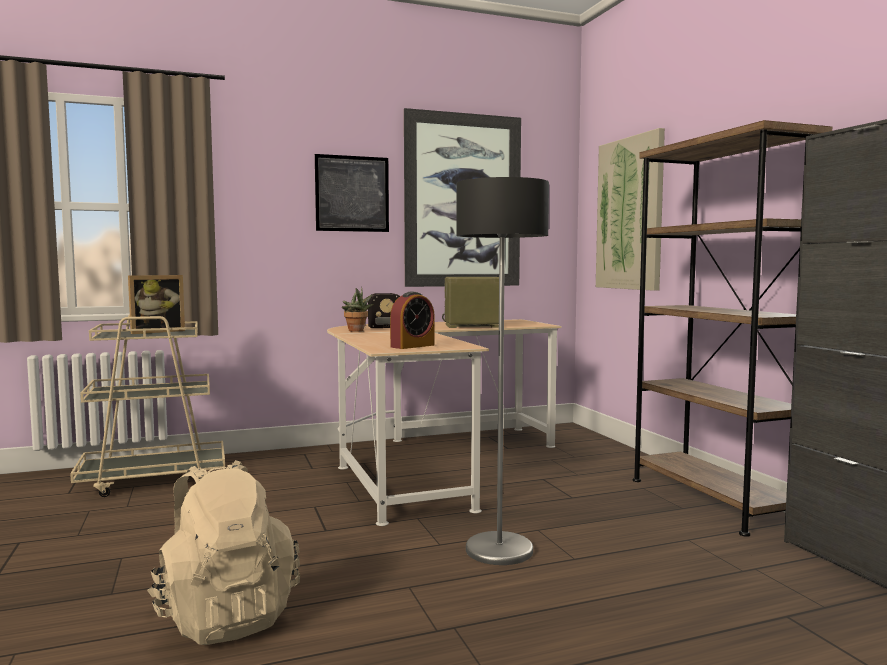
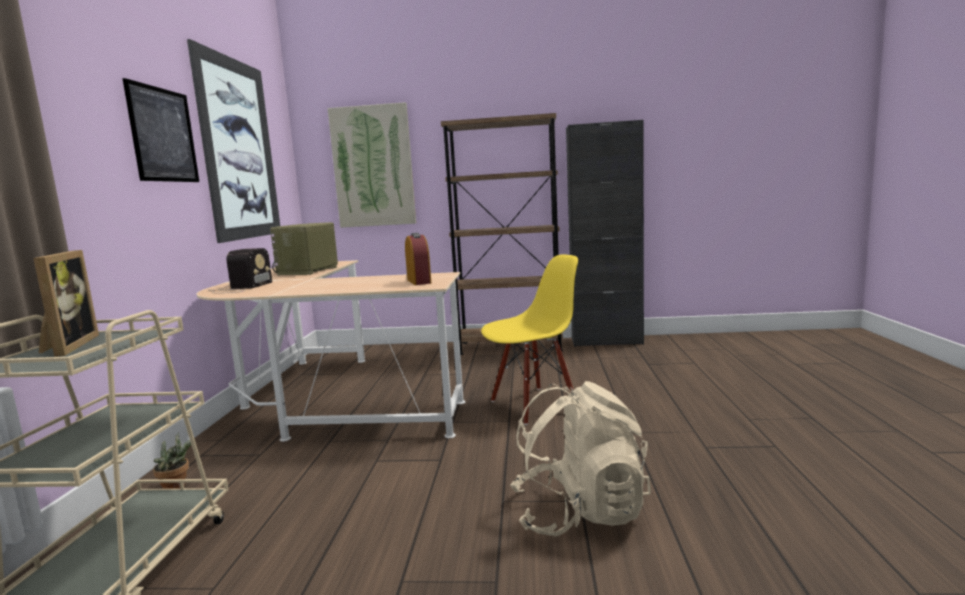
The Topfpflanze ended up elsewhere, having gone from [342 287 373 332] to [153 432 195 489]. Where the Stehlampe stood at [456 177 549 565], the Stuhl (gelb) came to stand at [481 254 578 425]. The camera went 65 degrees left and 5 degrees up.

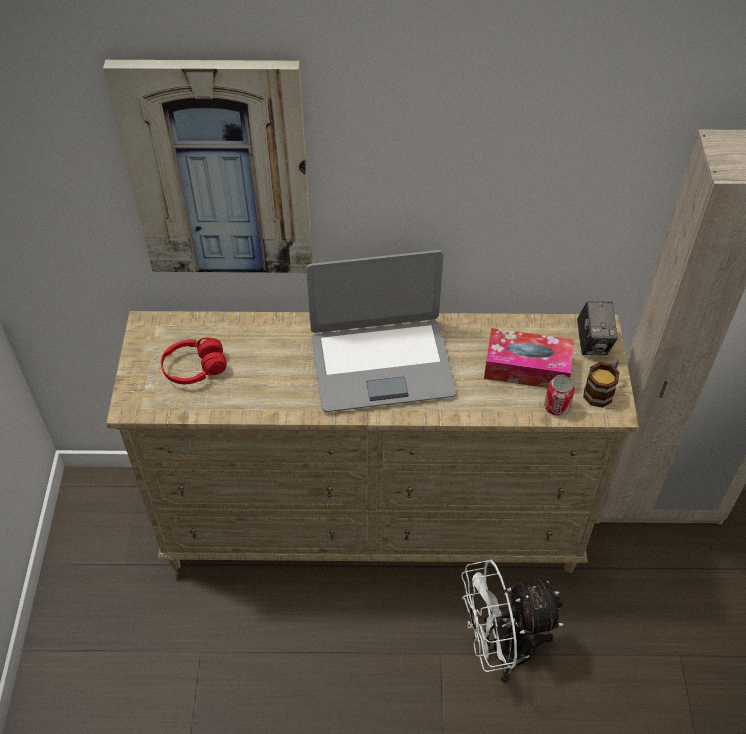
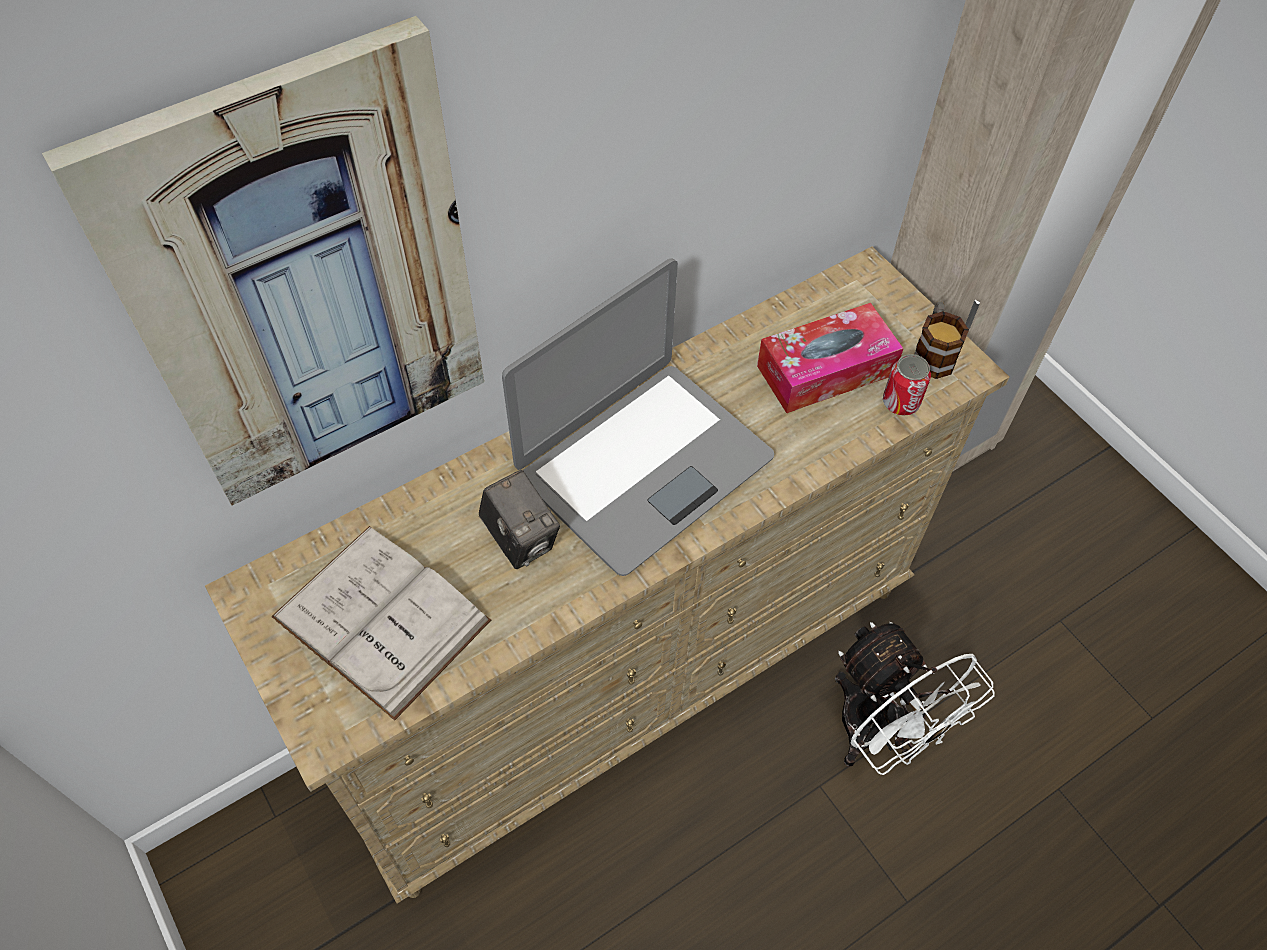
Where the Kopfhörer (rot) stood at [161 337 227 384], the Buch (weiß) came to stand at [271 526 491 721]. The Kamera ended up elsewhere, having gone from [577 301 618 355] to [479 470 560 569]. The Ventilator (weiß) at [461 560 563 683] ended up facing another way, 75 degrees counterclockwise from before. The camera went 35 degrees left and 5 degrees up.

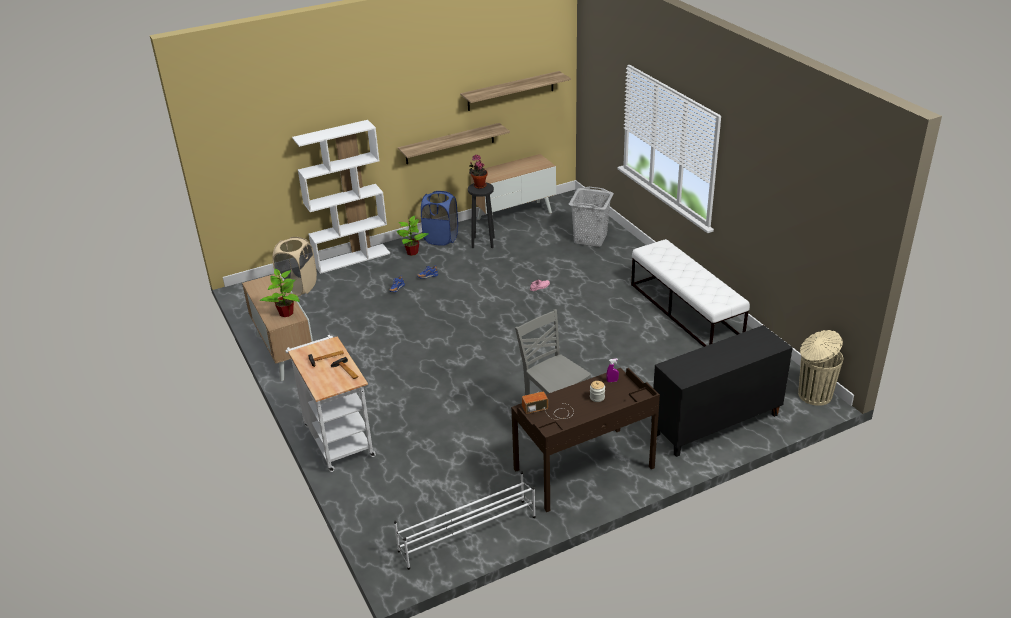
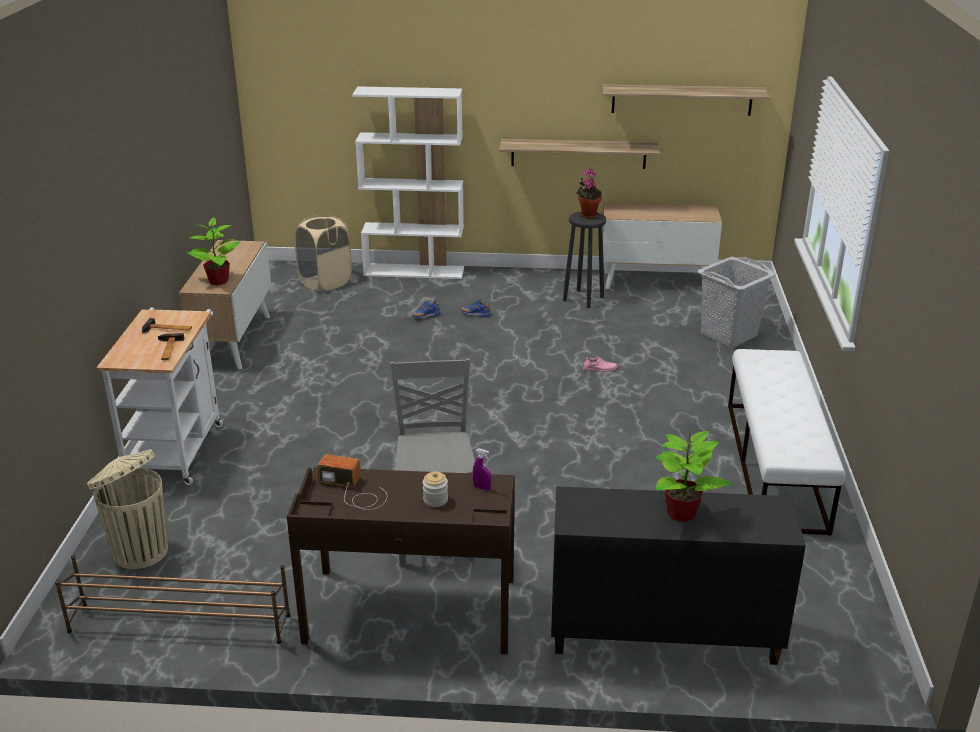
What was the Schuhregal (weiß) at [394 471 536 570] turned into the Schuhregal (braun) at [55 556 290 644]. The Mülleimer (beige) ended up elsewhere, having gone from [798 330 843 406] to [87 449 168 569]. The Topfpflanze ended up elsewhere, having gone from [397 216 429 256] to [655 431 732 522]. The second view lost the Wäschekorb (blau) at [421 191 458 246]. The camera went 30 degrees right and 5 degrees down.

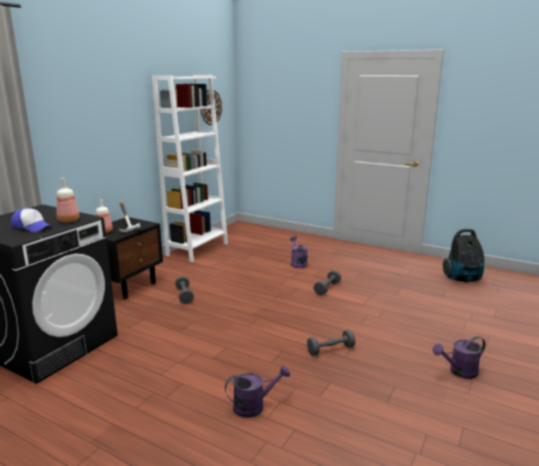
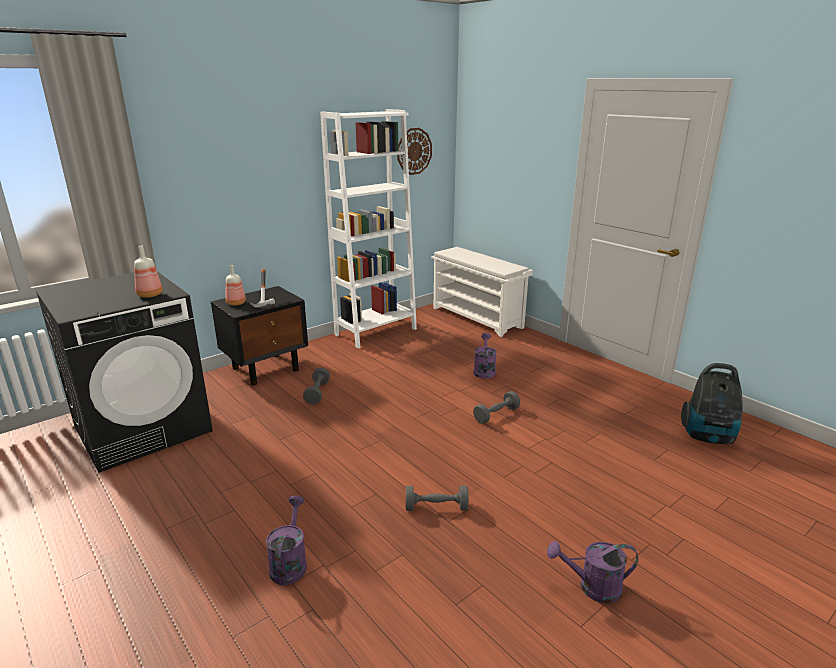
The Gießkanne (lila) at [225 365 290 418] ended up facing another way, 90 degrees counterclockwise from before. The second view gained the Schuhregal (weiß) at [431 247 533 337]. The second view lost the Kappe at [11 208 52 232]. The camera went 20 degrees right and 5 degrees up.

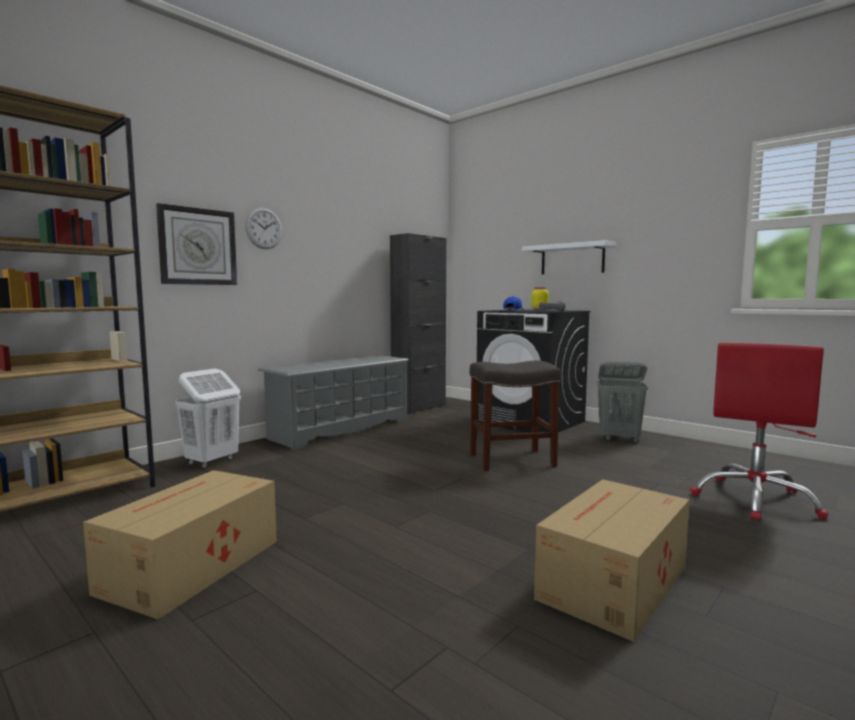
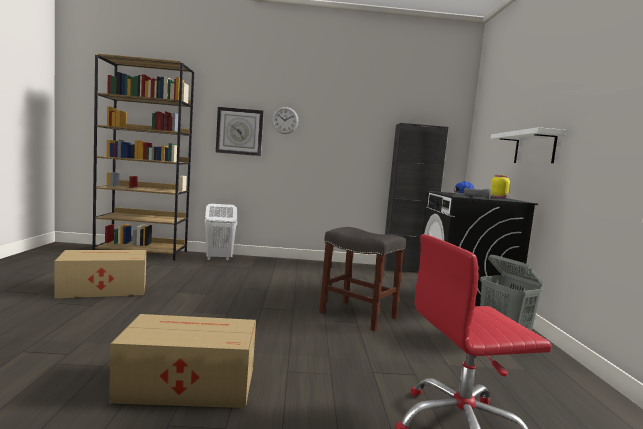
The second view lost the Schuhregal (grau) at [258 355 409 450]. The camera went 45 degrees right and 0 degrees up.

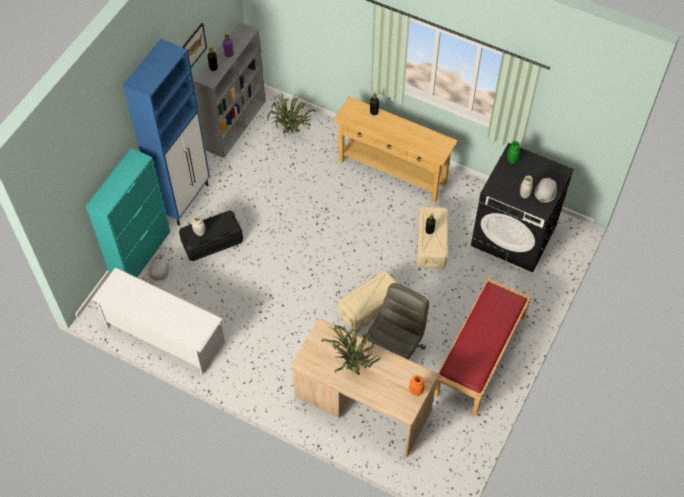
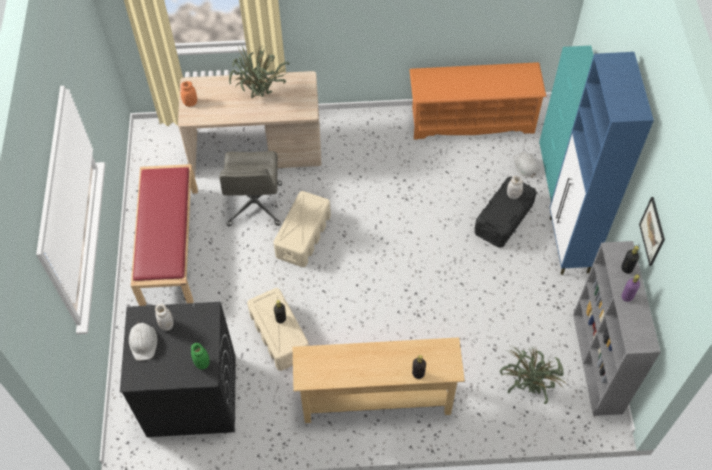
What was the Schuhregal (weiß) at [92 267 225 375] turned into the Schuhregal (orange) at [409 62 547 140]. The camera went 150 degrees right and 0 degrees up.

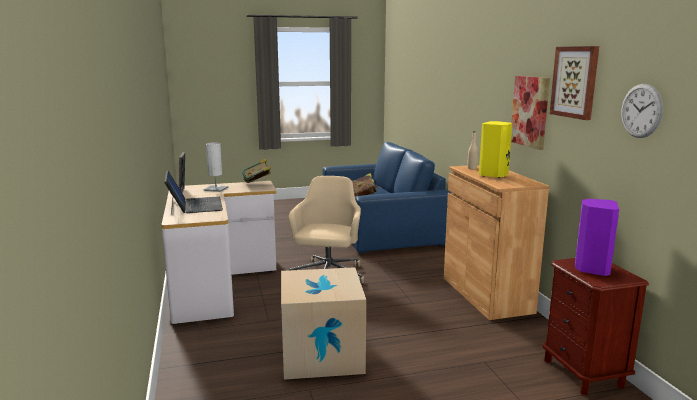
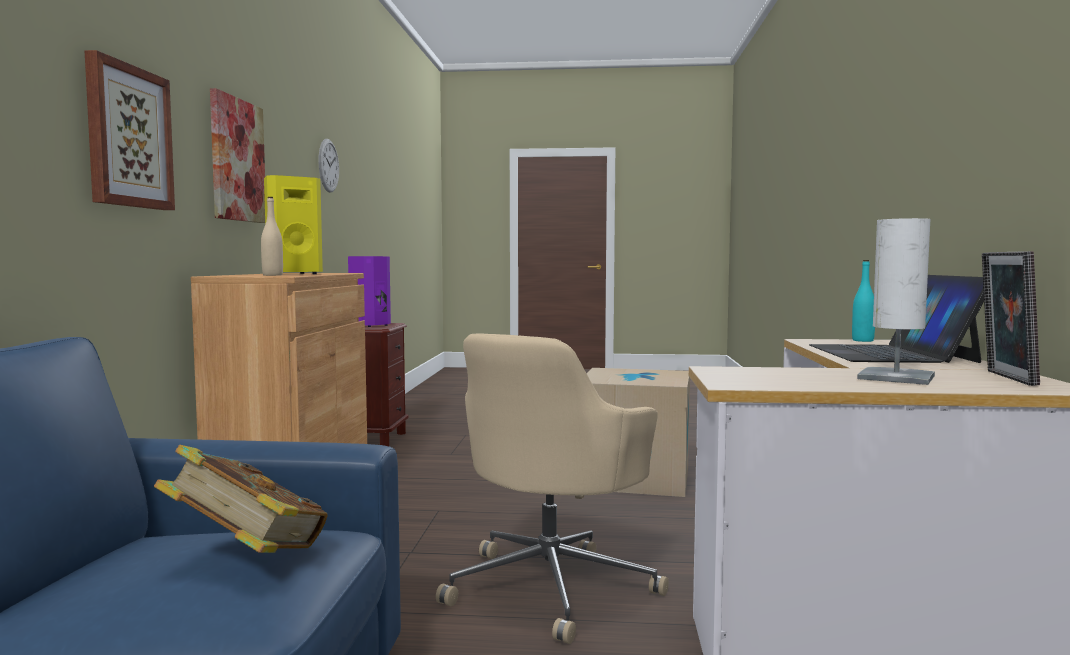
The Bild ended up elsewhere, having gone from [550 46 599 120] to [84 50 175 210]. The second view gained the Flasche (türkis) at [852 260 875 342]. The second view lost the Buch at [242 159 271 183]. The camera went 160 degrees left and 10 degrees down.

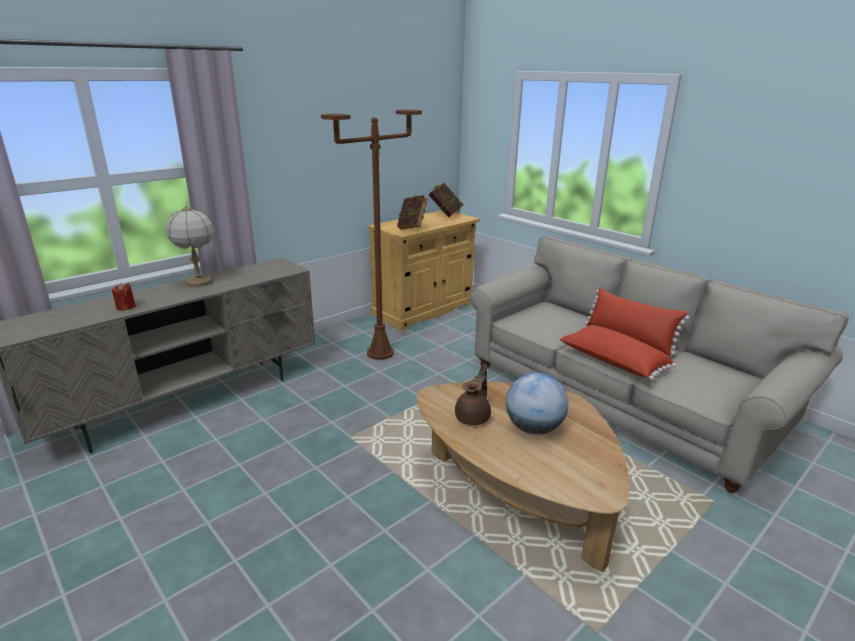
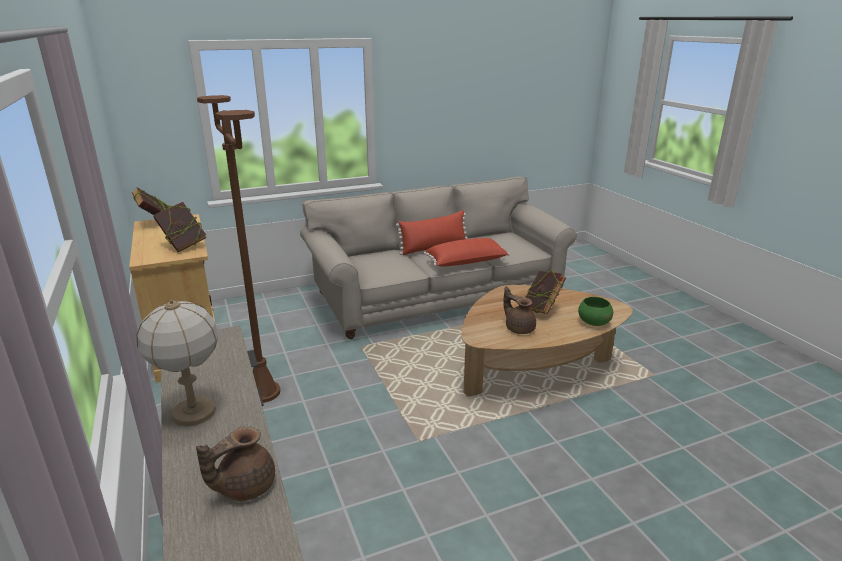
Where the Kerze (rot) stood at [112 283 136 311], the Teekanne (braun) came to stand at [196 426 275 501]. Where the Globus stood at [506 373 568 435], the Buch came to stand at [525 270 566 314]. The second view gained the Schüssel (grün) at [578 297 613 326]. The camera went 70 degrees left and 0 degrees up.

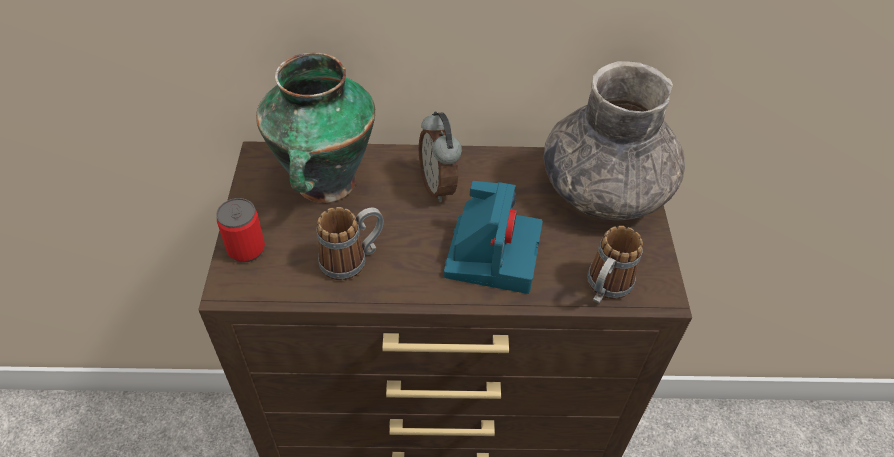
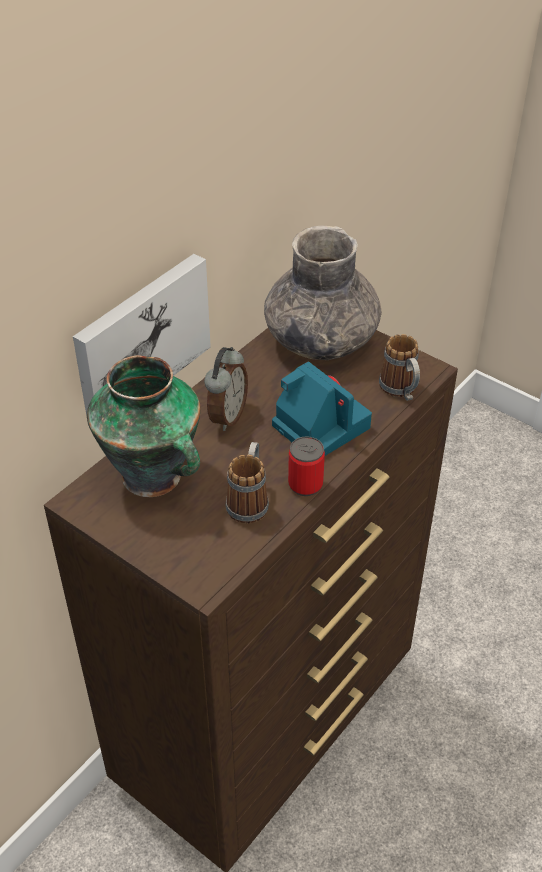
The second view gained the Bild at [73 254 211 426]. The Wecker at [419 112 462 202] ended up facing another way, 90 degrees counterclockwise from before. The Dose ended up elsewhere, having gone from [216 198 265 262] to [288 436 325 496]. The camera went 50 degrees left and 5 degrees down.

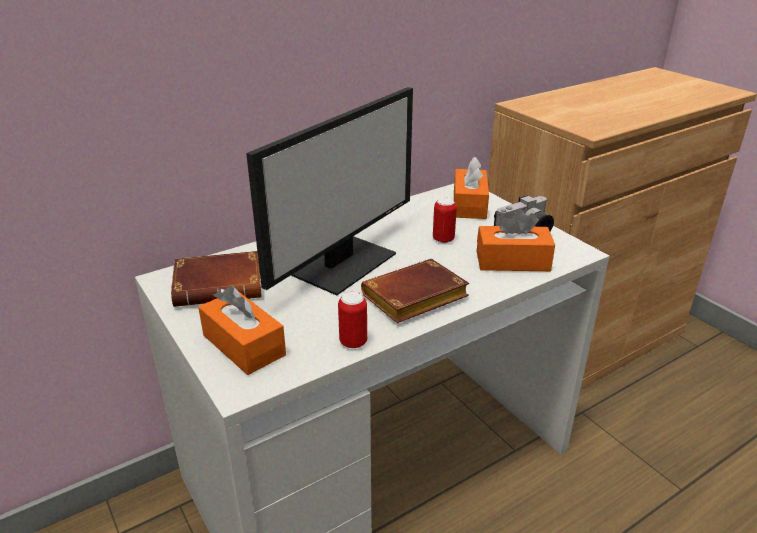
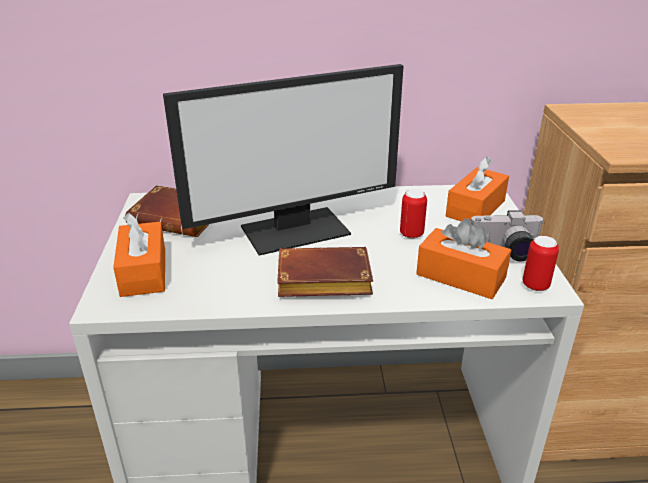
The Dose ended up elsewhere, having gone from [338 292 367 348] to [523 236 559 291]. The camera went 30 degrees right and 0 degrees up.

